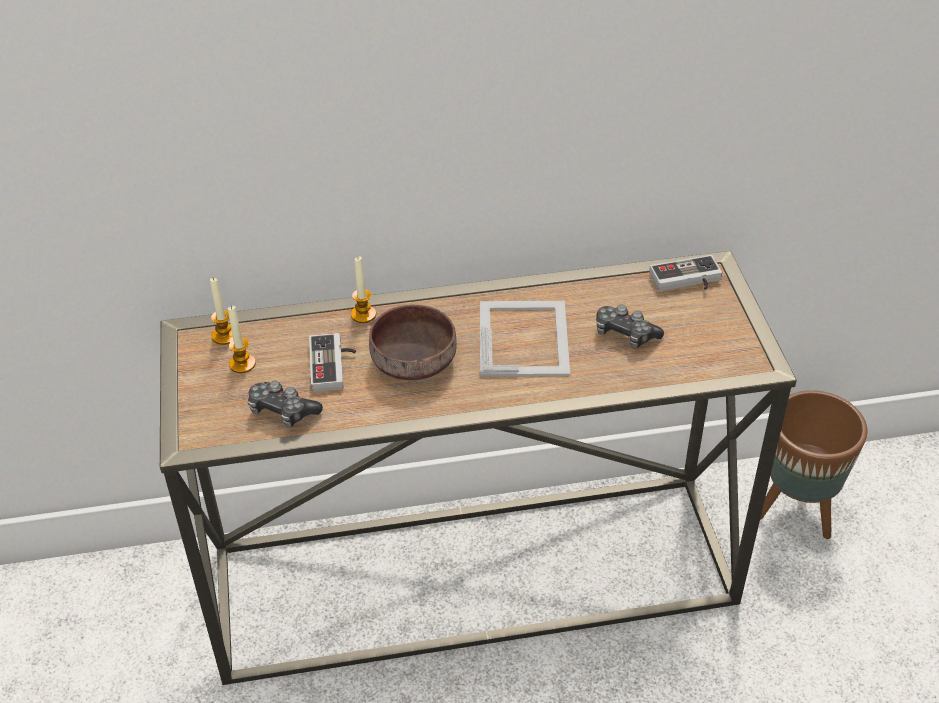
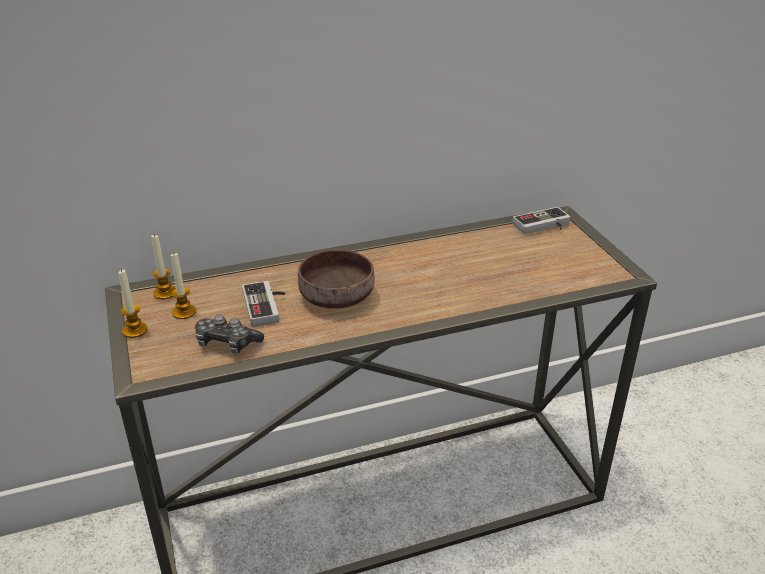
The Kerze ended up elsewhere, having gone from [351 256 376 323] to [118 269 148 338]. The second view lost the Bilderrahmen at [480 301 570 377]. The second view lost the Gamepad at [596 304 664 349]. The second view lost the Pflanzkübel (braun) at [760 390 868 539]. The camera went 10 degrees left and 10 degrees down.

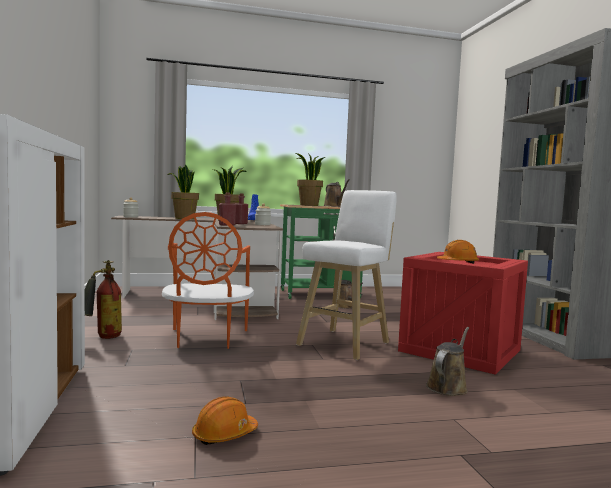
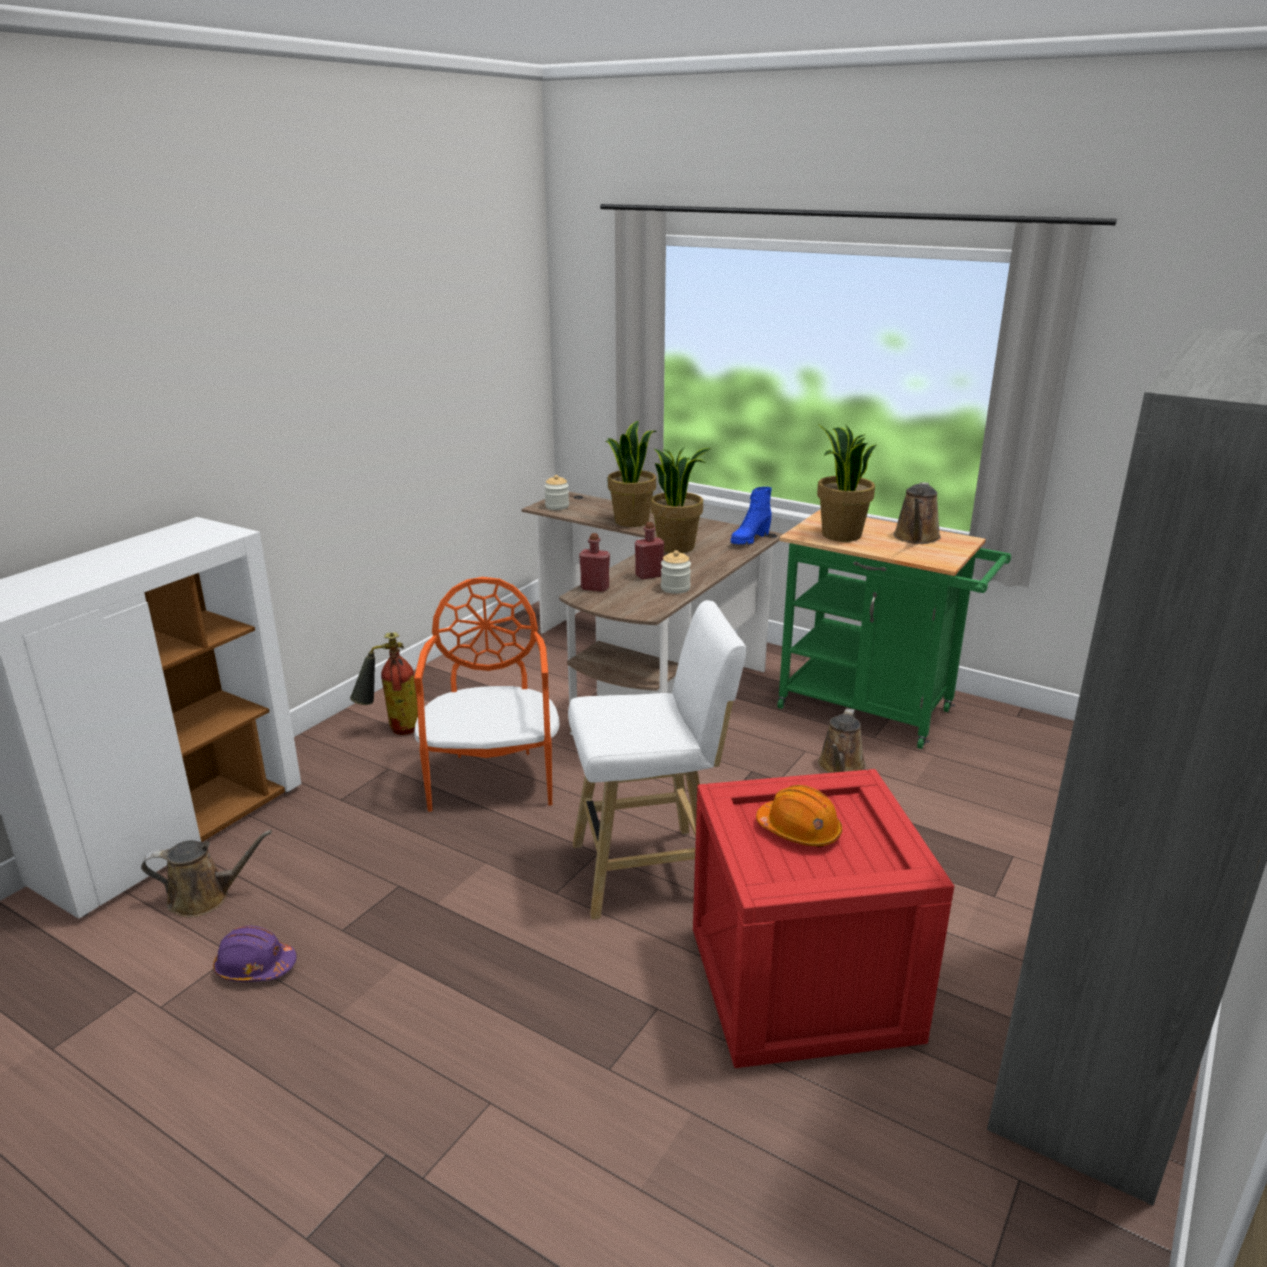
The Gießkanne (braun) ended up elsewhere, having gone from [426 327 469 396] to [141 830 272 917]. What was the Schutzhelm (orange) at [192 396 258 445] turned into the Schutzhelm (lila) at [213 926 296 982]. The Stuhl (orange) at [162 212 254 349] ended up facing another way, 135 degrees clockwise from before. The camera went 45 degrees right and 20 degrees up.

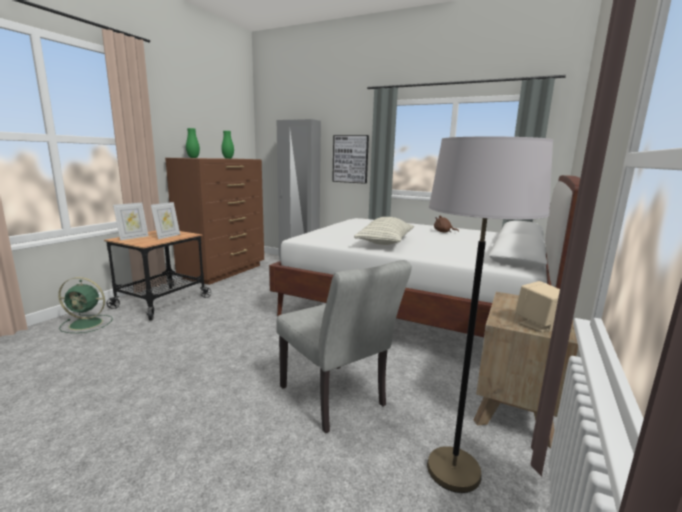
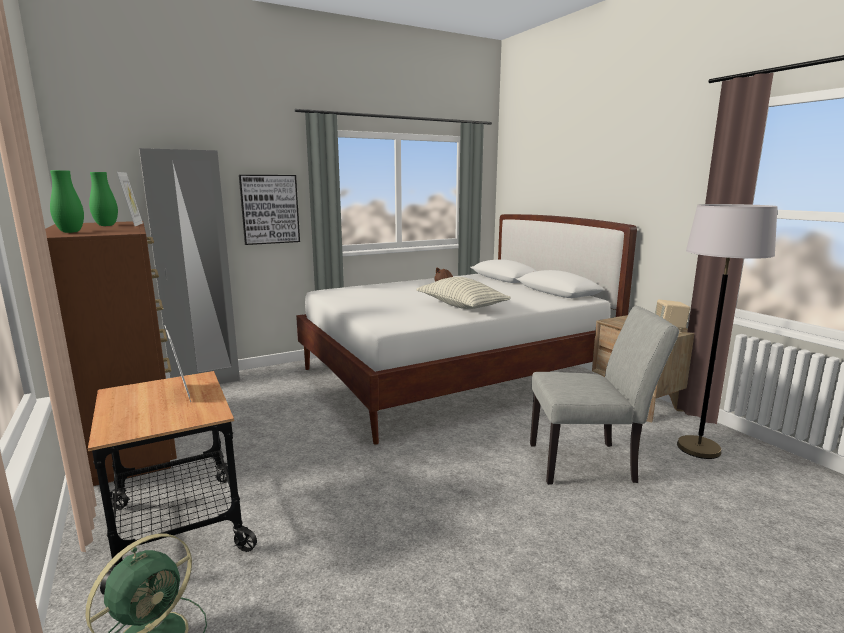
The Bilderrahmen ended up elsewhere, having gone from [113 203 148 240] to [117 172 143 226]. The camera went 55 degrees left and 0 degrees up.

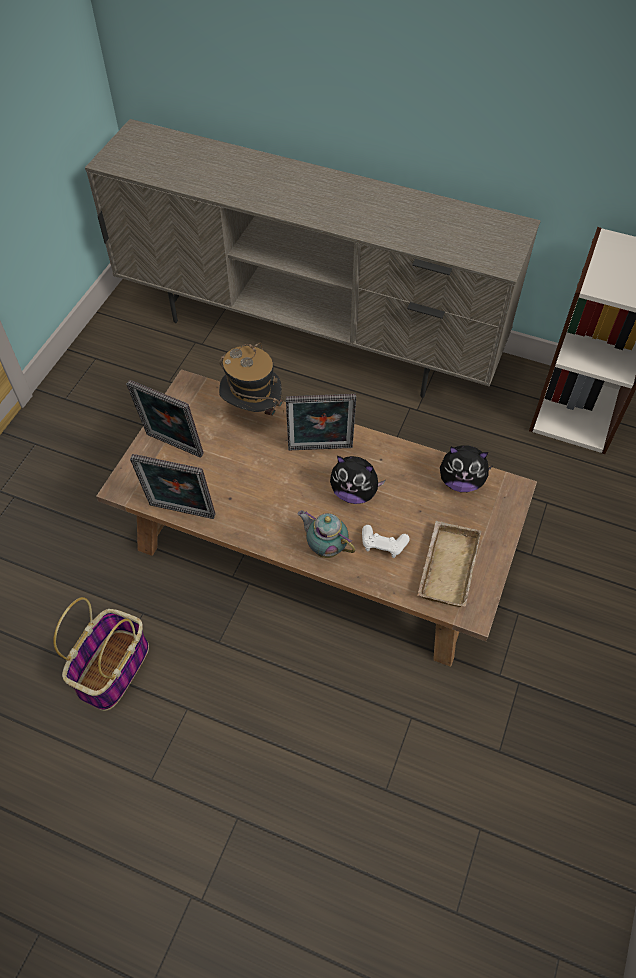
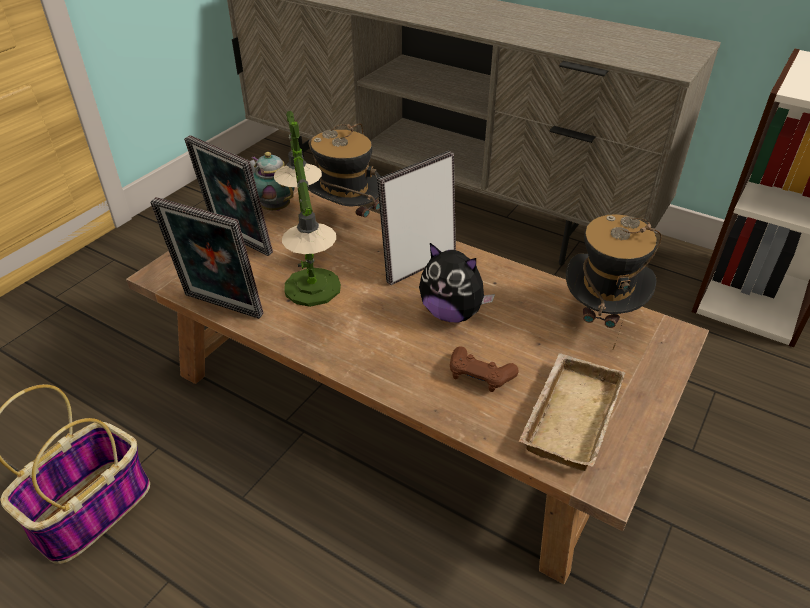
The Teekanne ended up elsewhere, having gone from [297 510 356 558] to [250 152 295 211]. The second view gained the Tischlampe at [274 111 341 307]. The Bilderrahmen at [286 394 356 451] ended up facing another way, 135 degrees clockwise from before. What was the Gamepad (weiß) at [362 525 410 558] turned into the Gamepad (braun) at [450 346 519 392]. Where the Plüschtier stood at [440 445 493 492], the Hut came to stand at [565 214 662 349]. The camera went 10 degrees right and 15 degrees down.

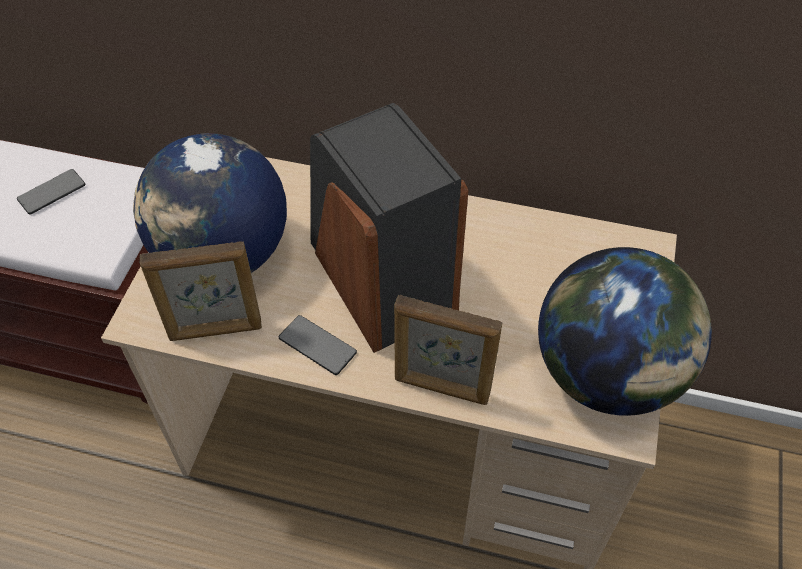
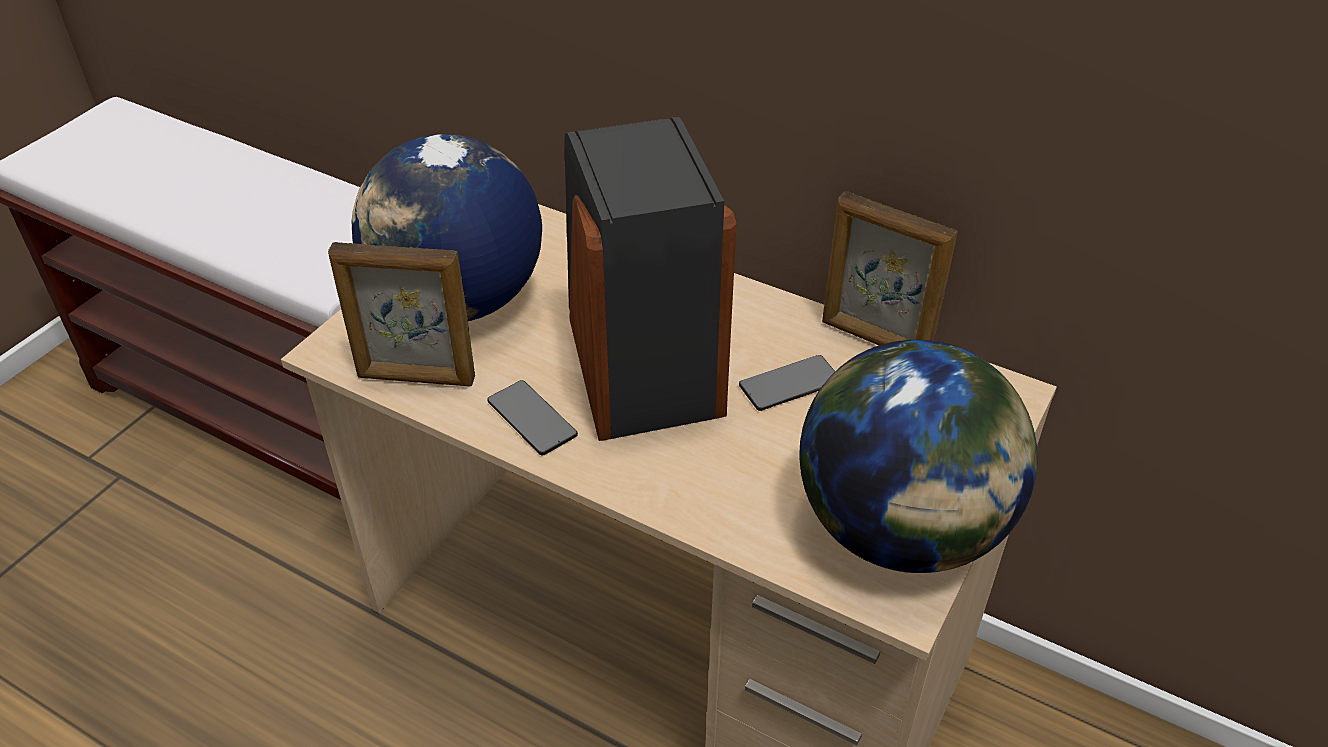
The Handy ended up elsewhere, having gone from [17 169 85 214] to [739 355 835 411]. The Bilderrahmen ended up elsewhere, having gone from [394 295 502 405] to [822 191 958 345]. The camera went 15 degrees right and 10 degrees down.

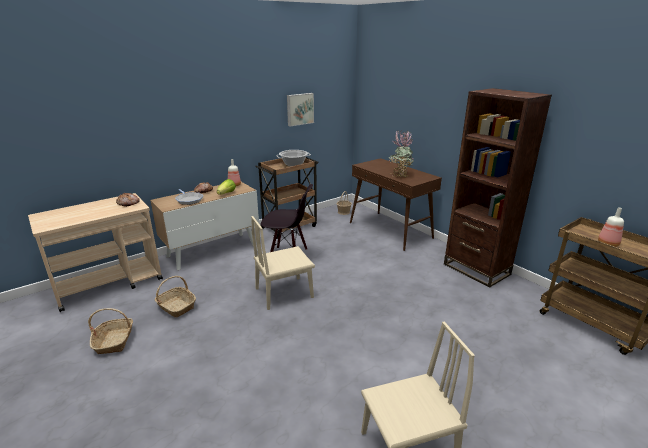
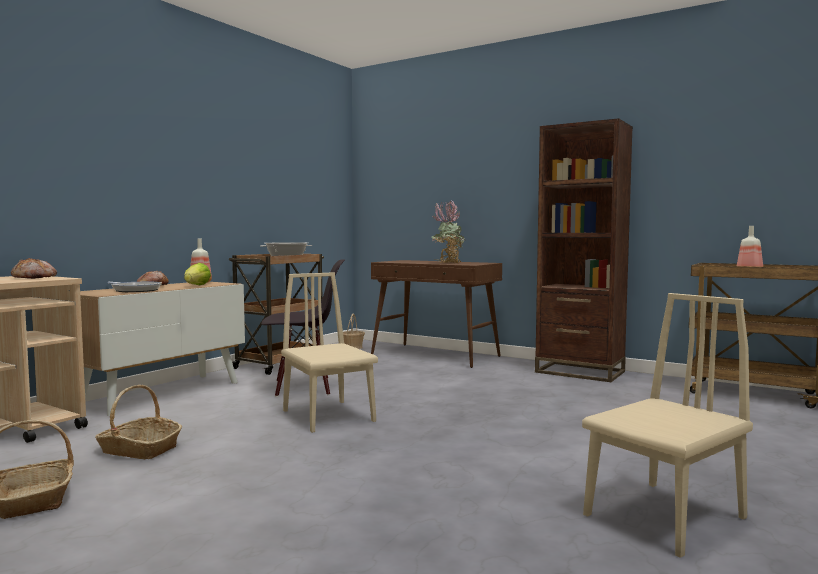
The Stuhl (beige) at [251 216 315 310] ended up facing another way, 105 degrees clockwise from before. The second view lost the Bild at [287 93 314 126]. The camera went 20 degrees left and 20 degrees down.

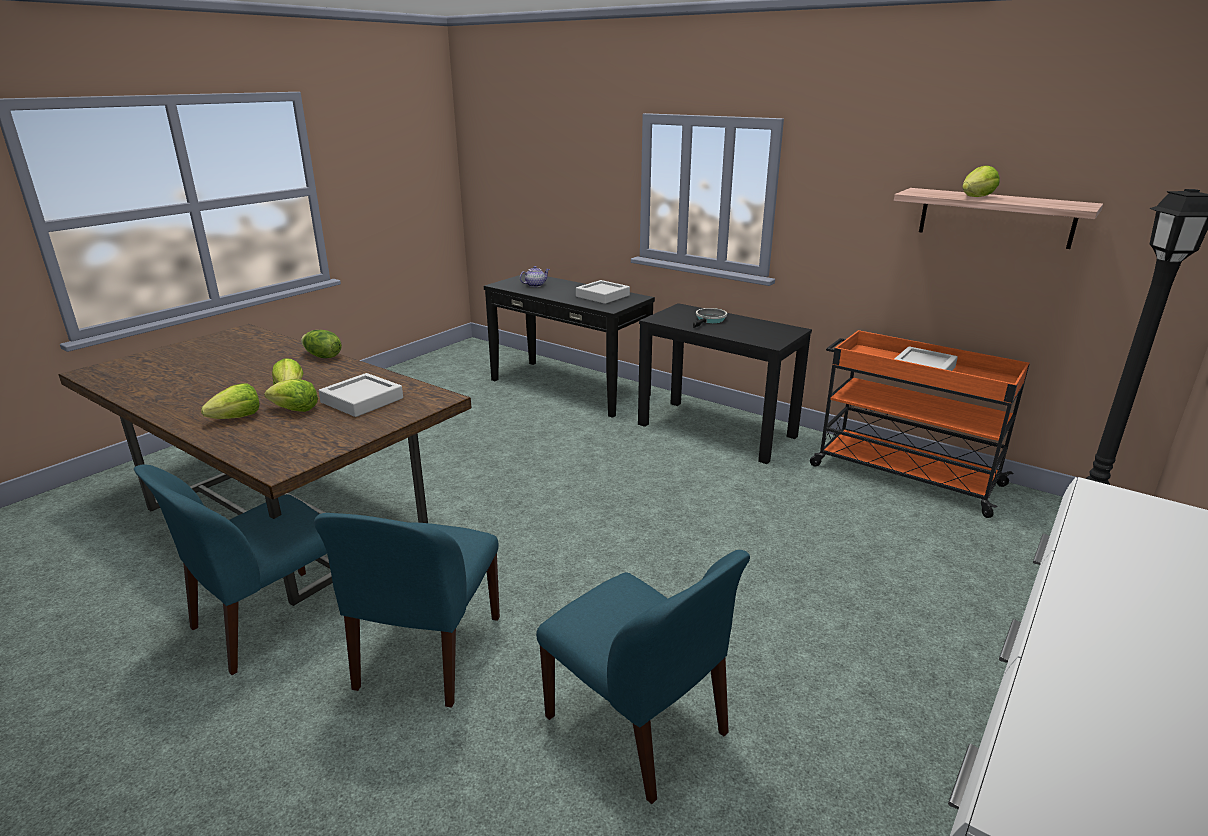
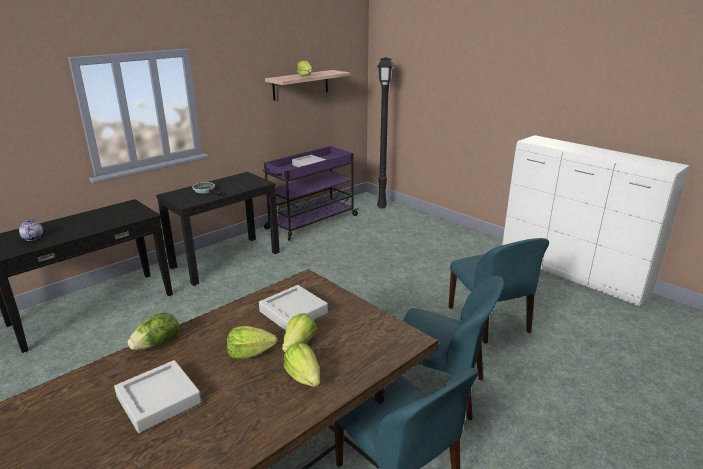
The Tablett (grau) ended up elsewhere, having gone from [576 280 630 304] to [114 360 202 433]. What was the Rollwagen (orange) at [810 330 1030 518] turned into the Rollwagen (lila) at [263 146 359 241]. The Stuhl (blau) at [536 550 750 804] ended up facing another way, 105 degrees clockwise from before. The camera went 80 degrees left and 0 degrees up.

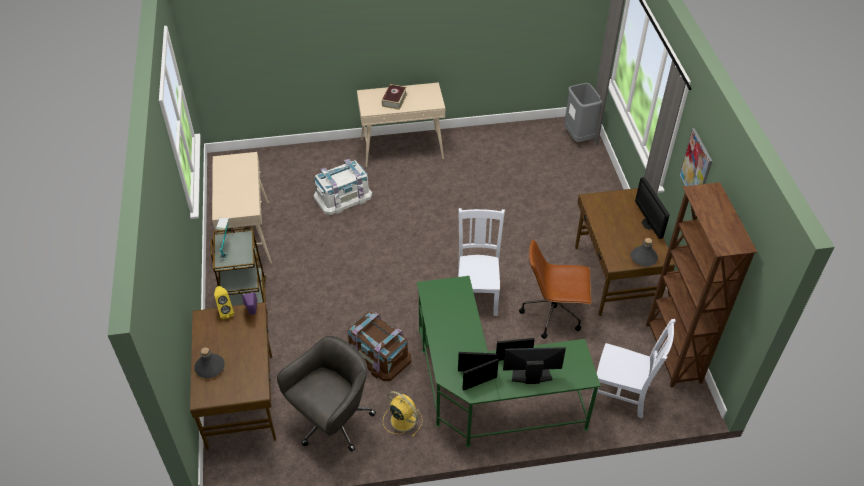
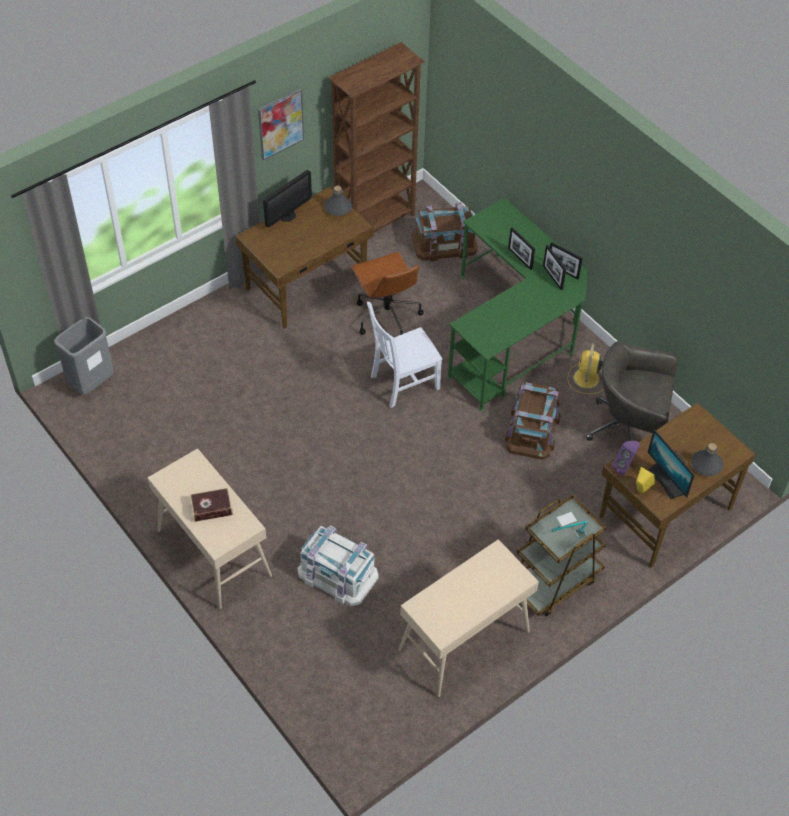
Where the Stuhl (weiß) stood at [590 319 676 419], the Aufbewahrungsbox (braun) came to stand at [412 203 478 261]. The Monitor ended up elsewhere, having gone from [503 347 566 384] to [648 429 695 499]. The camera went 120 degrees left and 5 degrees up.

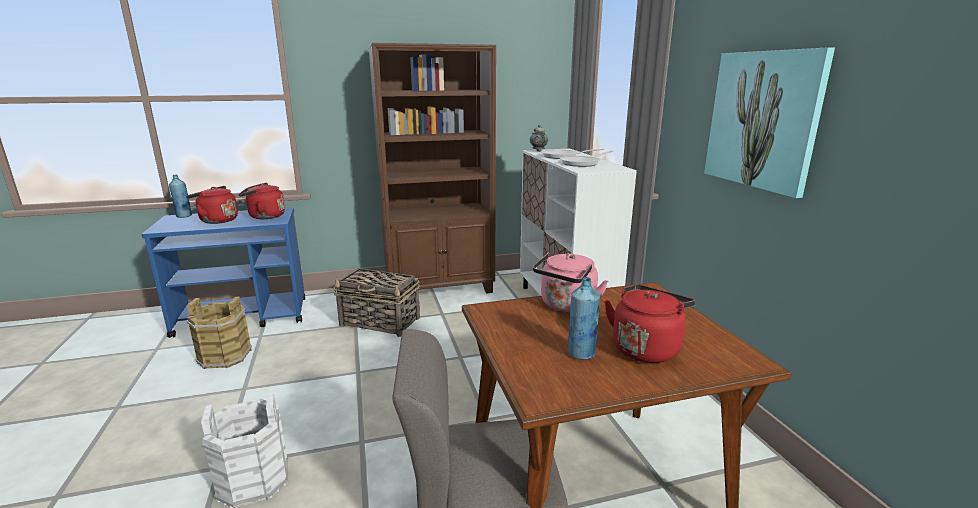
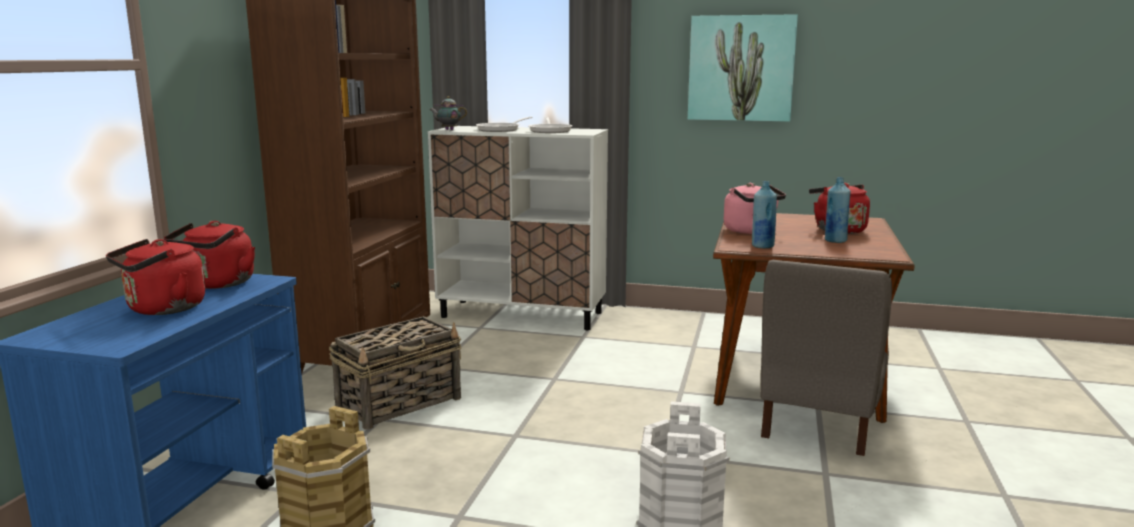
The Flasche (blau) ended up elsewhere, having gone from [169 175 192 218] to [752 181 777 248]. The camera went 60 degrees left and 5 degrees down.

